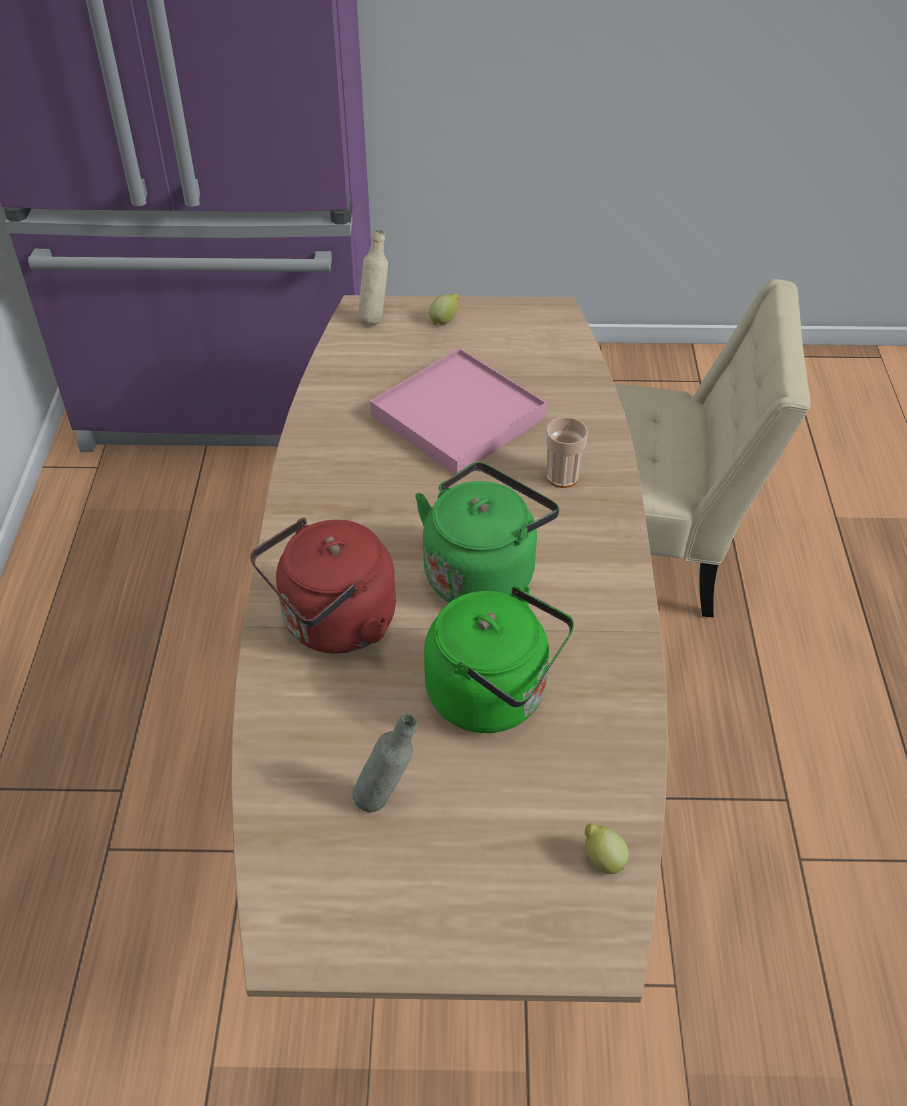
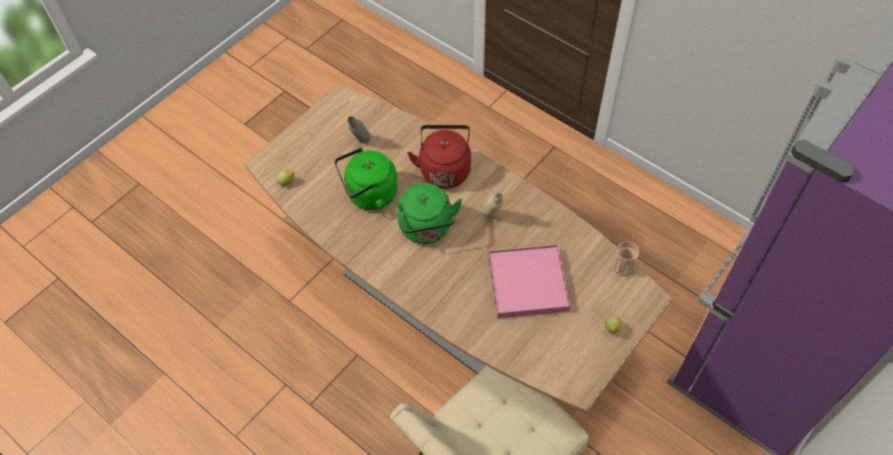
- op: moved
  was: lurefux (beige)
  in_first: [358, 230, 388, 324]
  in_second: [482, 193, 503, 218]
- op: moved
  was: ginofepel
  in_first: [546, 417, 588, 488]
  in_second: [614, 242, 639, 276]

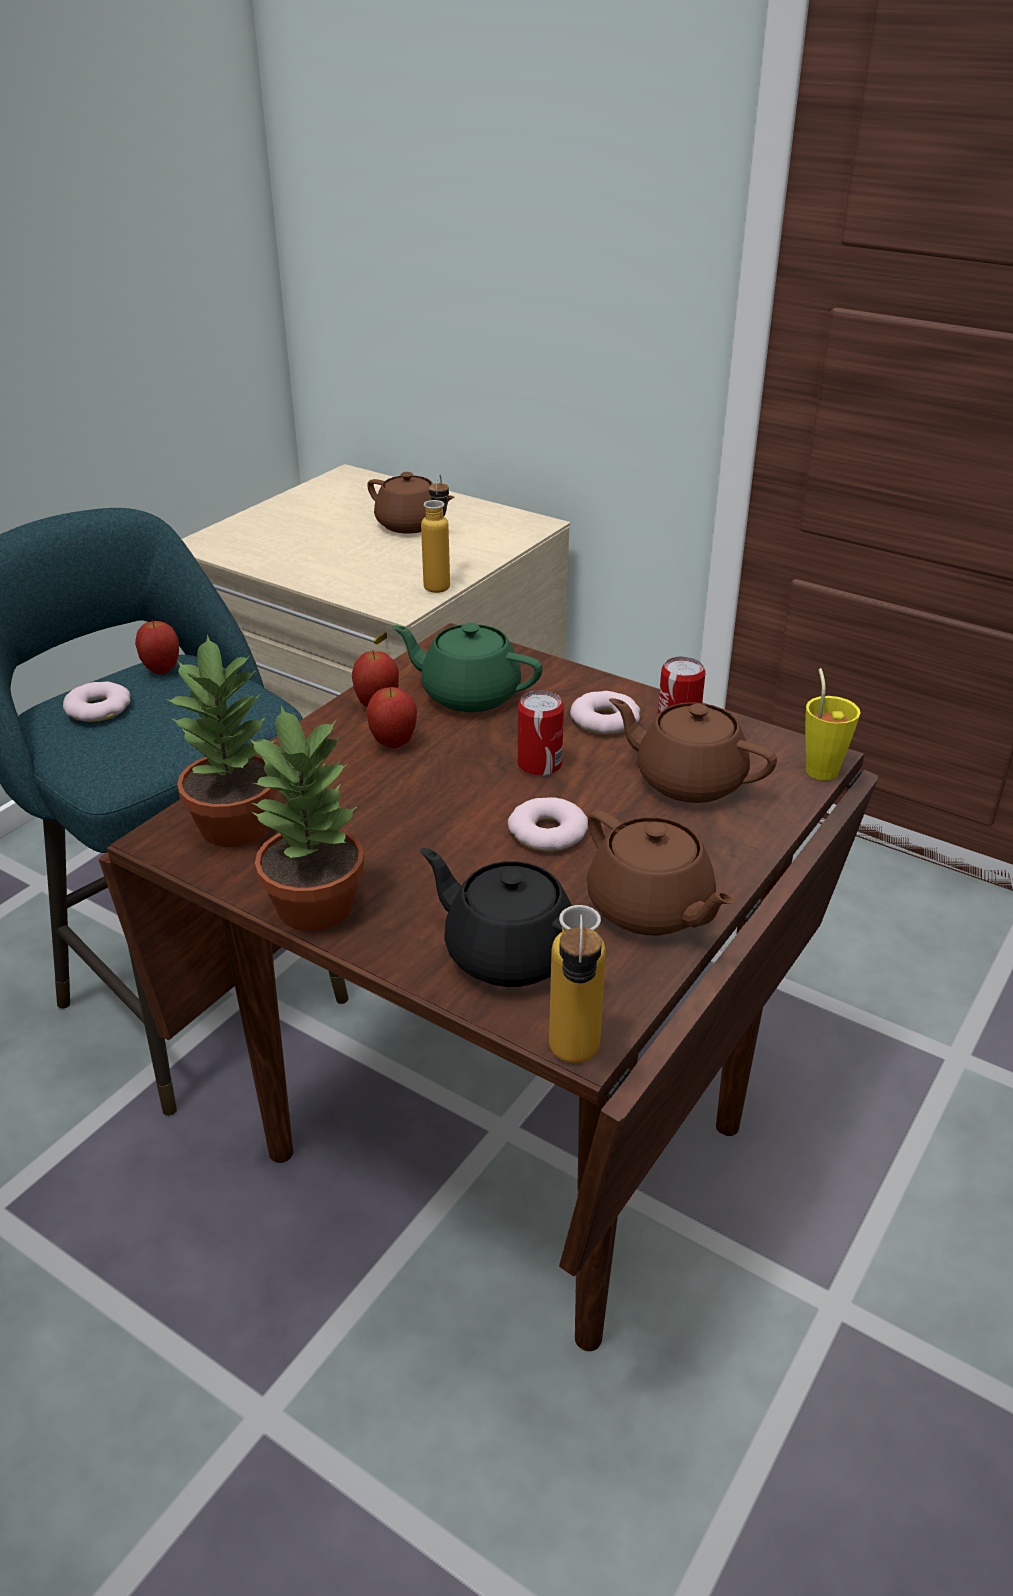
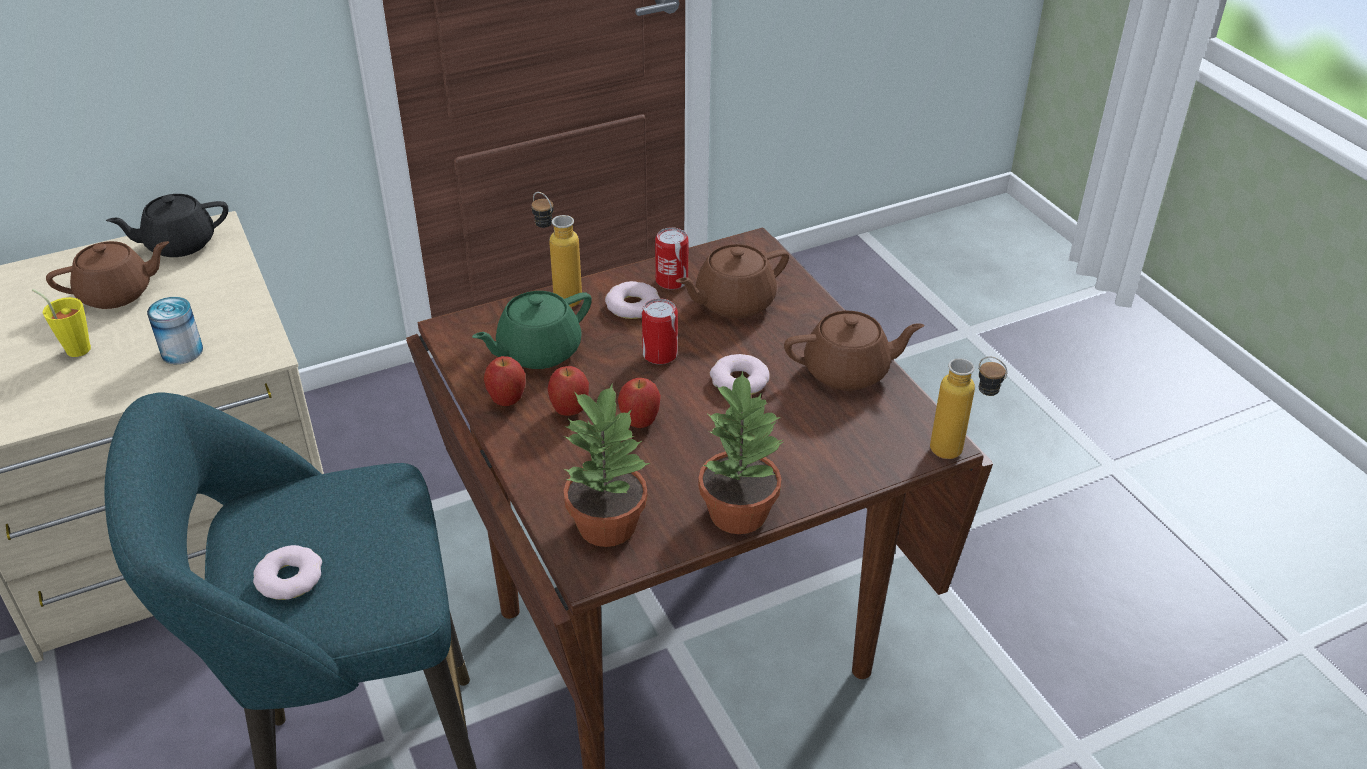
- op: moved
  was: ginofepel (yellow)
  in_first: [805, 668, 861, 781]
  in_second: [32, 289, 91, 357]
- op: moved
  was: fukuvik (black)
  in_first: [420, 848, 572, 987]
  in_second: [106, 194, 228, 257]
- op: added
  now: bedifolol
  in_second: [147, 297, 203, 364]
- op: moved
  was: lurefux
  in_first: [421, 474, 450, 593]
  in_second: [531, 192, 582, 307]
- op: moved
  was: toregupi
  in_first: [135, 620, 179, 675]
  in_second: [618, 378, 661, 428]

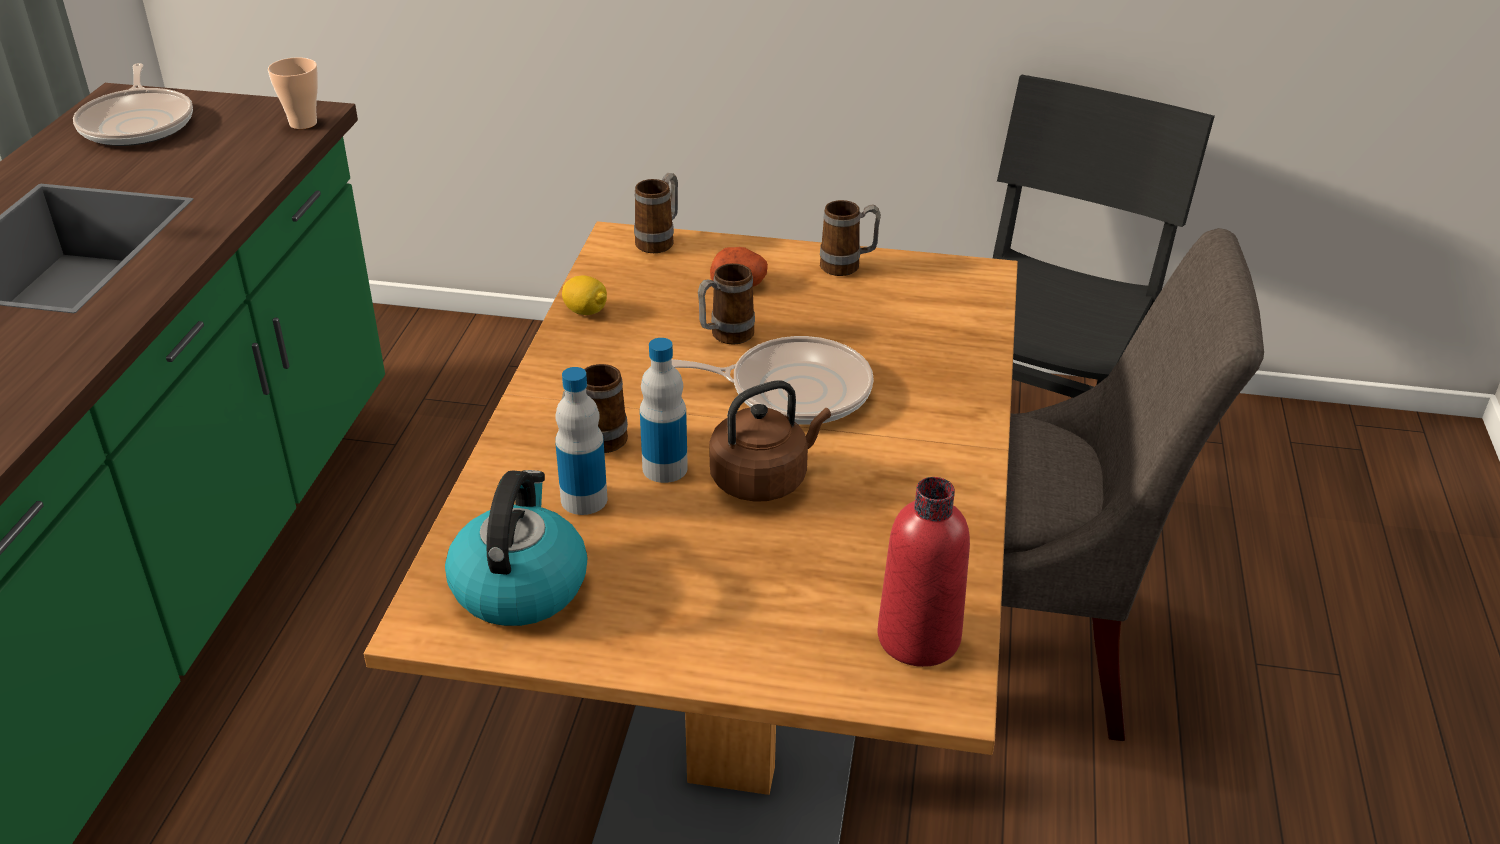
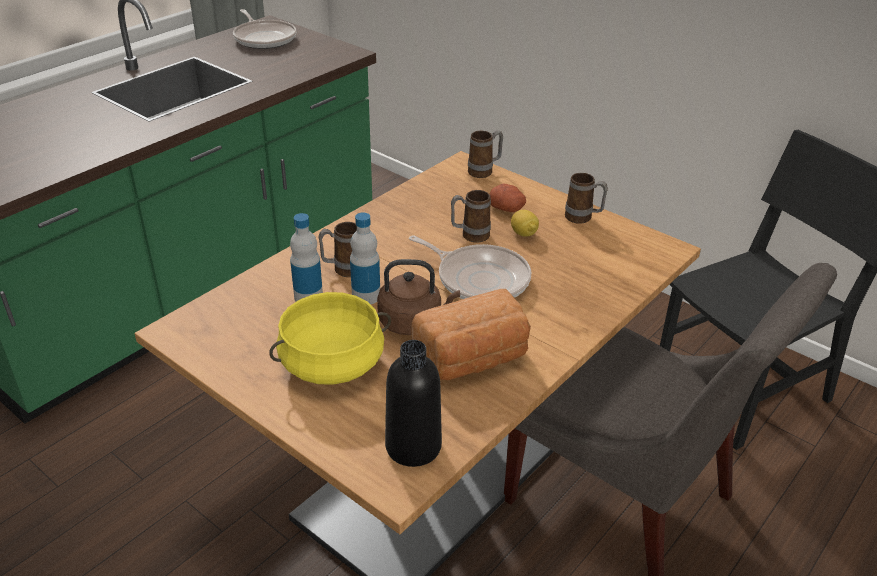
- op: turned
  was: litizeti
  in_first: [73, 63, 193, 146]
  in_second: [233, 9, 296, 49]
  clockwise: -45
- op: added
  now: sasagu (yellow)
  in_second: [269, 292, 391, 385]
- op: recoloured
  was: lurefux (red)
  now: lurefux (black)
  in_first: [877, 477, 970, 667]
  in_second: [385, 340, 442, 467]
- op: added
  now: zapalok
  in_second: [412, 289, 531, 380]
- op: moved
  was: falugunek
  in_first: [562, 275, 607, 315]
  in_second: [511, 210, 539, 237]
- op: removed
  was: ginofepel
  in_first: [268, 57, 318, 129]
- op: removed
  was: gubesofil
  in_first: [445, 470, 587, 626]

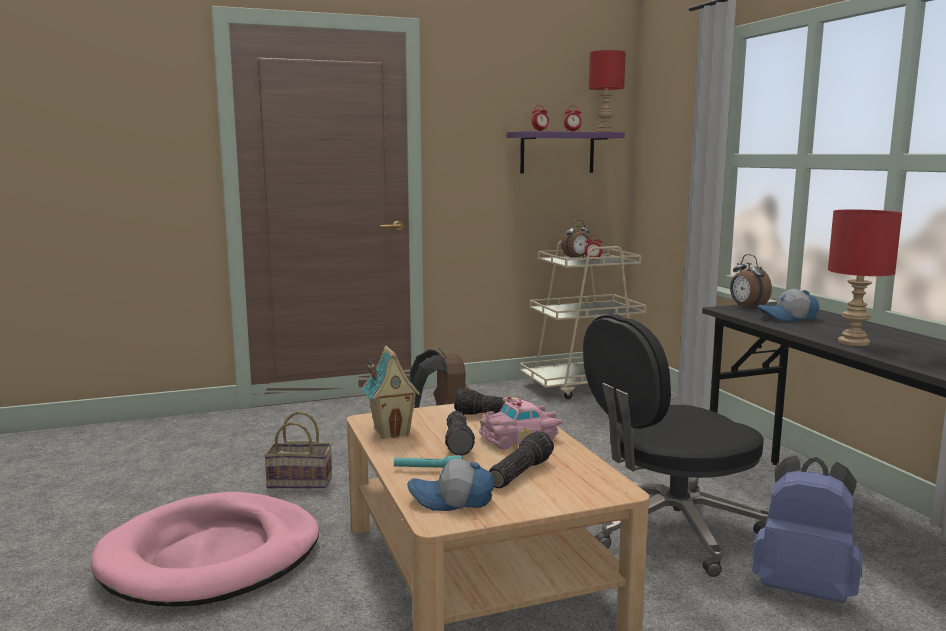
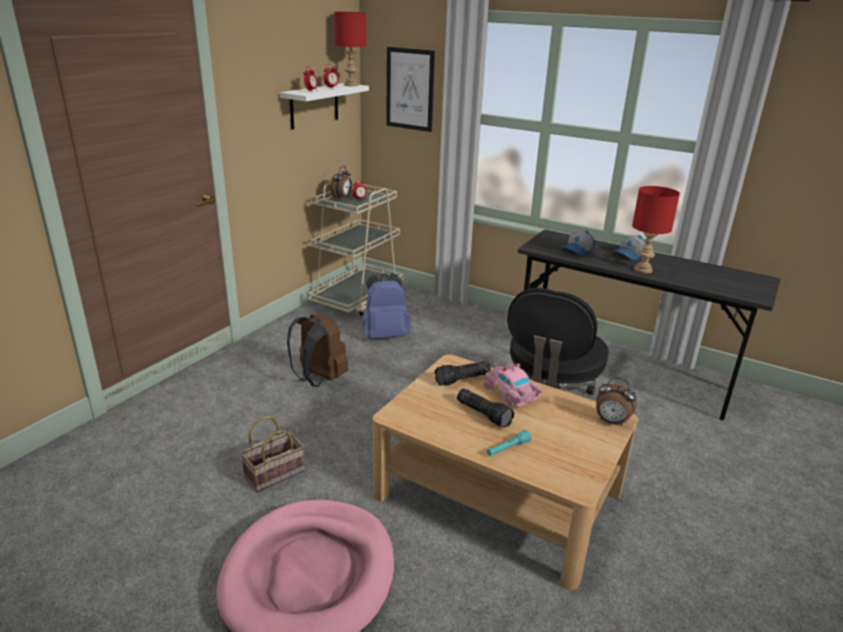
- op: recoloured
  was: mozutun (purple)
  now: mozutun (white)
  in_first: [507, 131, 625, 173]
  in_second: [280, 83, 369, 129]
- op: moved
  was: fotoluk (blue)
  in_first: [752, 455, 862, 603]
  in_second: [362, 273, 410, 339]
- op: added
  now: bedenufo
  in_second: [386, 47, 435, 132]
- op: turned
  was: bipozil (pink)
  in_first: [478, 396, 563, 449]
  in_second: [484, 362, 542, 407]
  clockwise: 120
- op: moved
  was: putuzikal
  in_first: [730, 254, 772, 310]
  in_second: [596, 378, 637, 426]
- op: moved
  was: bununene
  in_first: [407, 458, 495, 511]
  in_second: [613, 235, 646, 260]
- op: removed
  was: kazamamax
  in_first: [362, 346, 421, 439]
- op: removed
  was: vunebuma
  in_first: [489, 431, 554, 488]

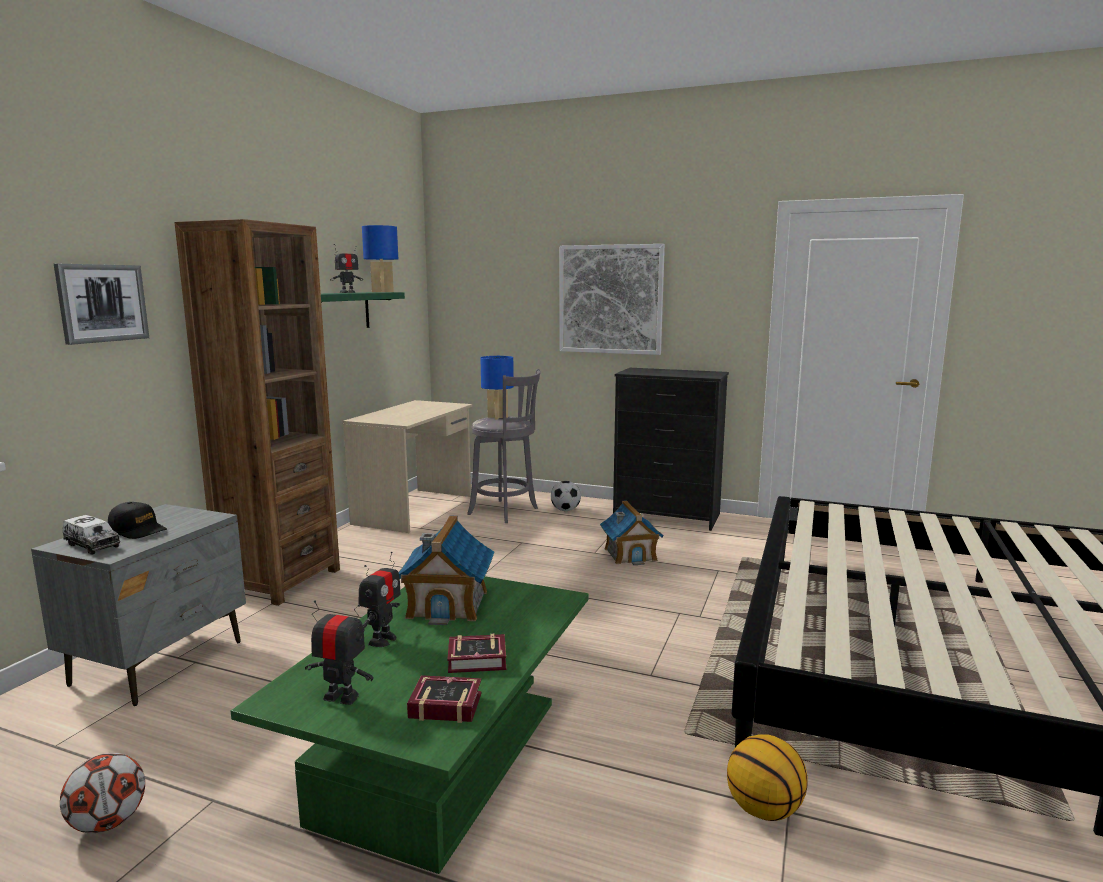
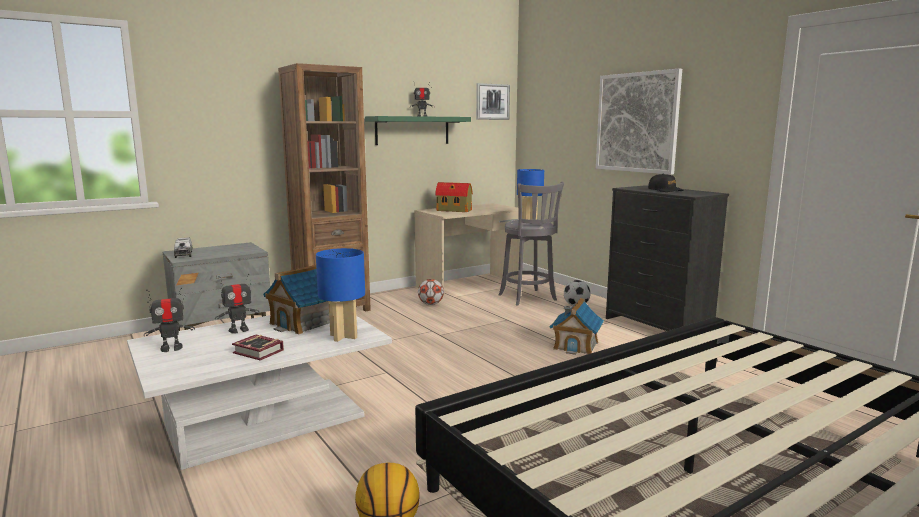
- op: recoloured
  was: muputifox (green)
  now: muputifox (white)
  in_first: [231, 576, 588, 874]
  in_second: [127, 315, 392, 470]
- op: turned
  was: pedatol
  in_first: [305, 600, 373, 705]
  in_second: [144, 288, 195, 352]
  clockwise: 105
- op: moved
  was: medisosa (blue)
  in_first: [362, 225, 398, 292]
  in_second: [316, 248, 365, 342]
- op: moved
  was: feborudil
  in_first: [60, 753, 145, 833]
  in_second: [418, 279, 444, 305]
- op: added
  now: kazamamax
  in_second: [435, 182, 473, 212]
- op: moved
  was: bedenufo
  in_first: [54, 264, 149, 345]
  in_second: [476, 83, 510, 120]
- op: moved
  was: bununene (black)
  in_first: [108, 502, 167, 539]
  in_second: [648, 174, 684, 192]
- op: removed
  was: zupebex
  in_first: [407, 675, 482, 723]

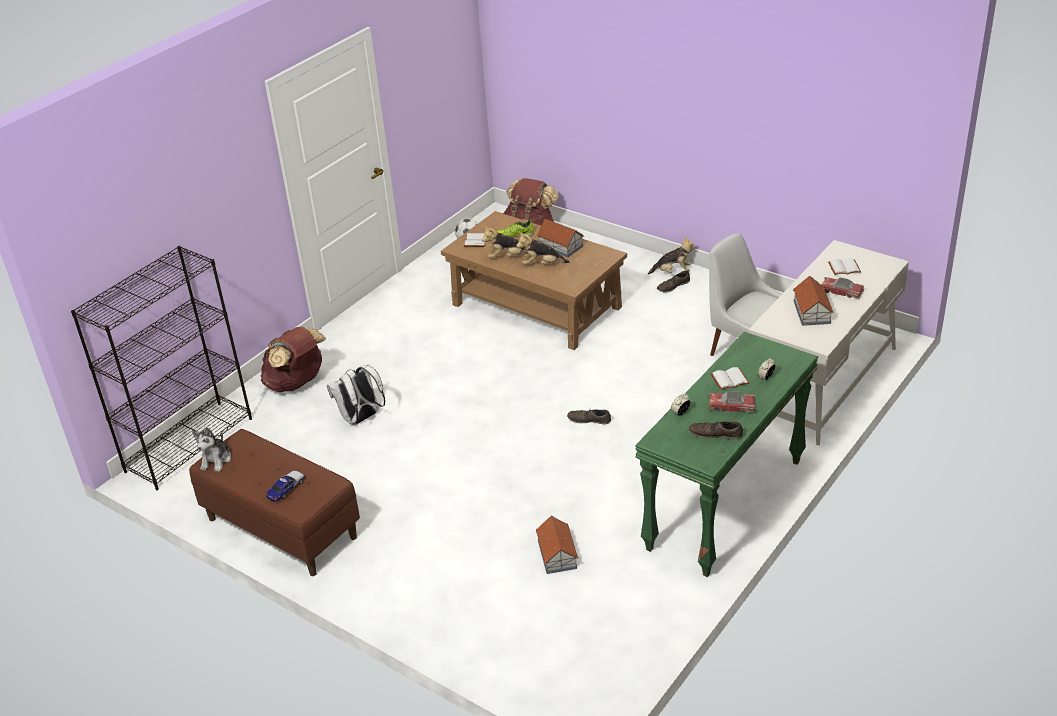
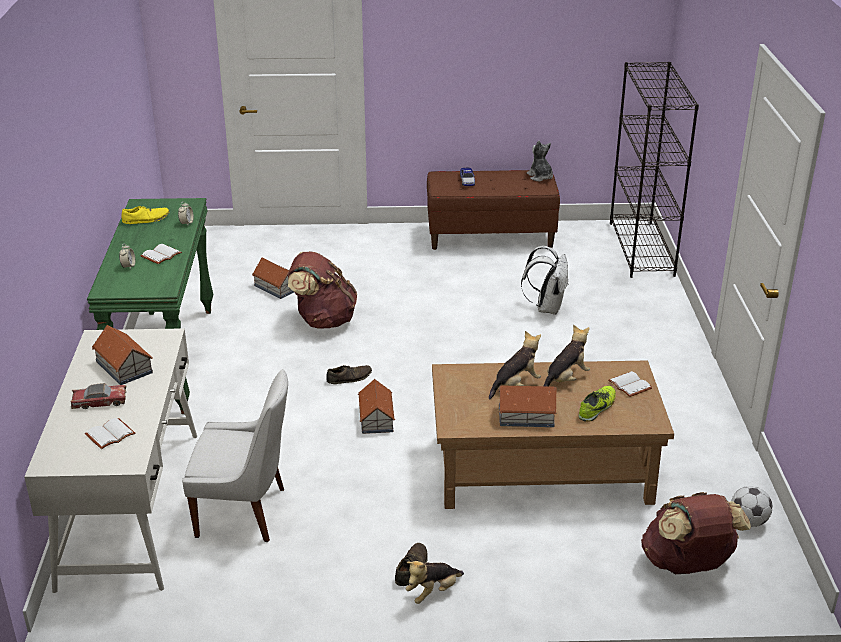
- op: recoloured
  was: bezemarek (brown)
  now: bezemarek (yellow)
  in_first: [689, 420, 743, 439]
  in_second: [122, 206, 169, 224]
- op: moved
  was: fotoluk (brown)
  in_first: [261, 327, 326, 392]
  in_second: [287, 251, 357, 329]
- op: added
  now: kazamamax
  in_second: [358, 379, 395, 434]
- op: removed
  was: bipozil
  in_first: [708, 391, 756, 413]

